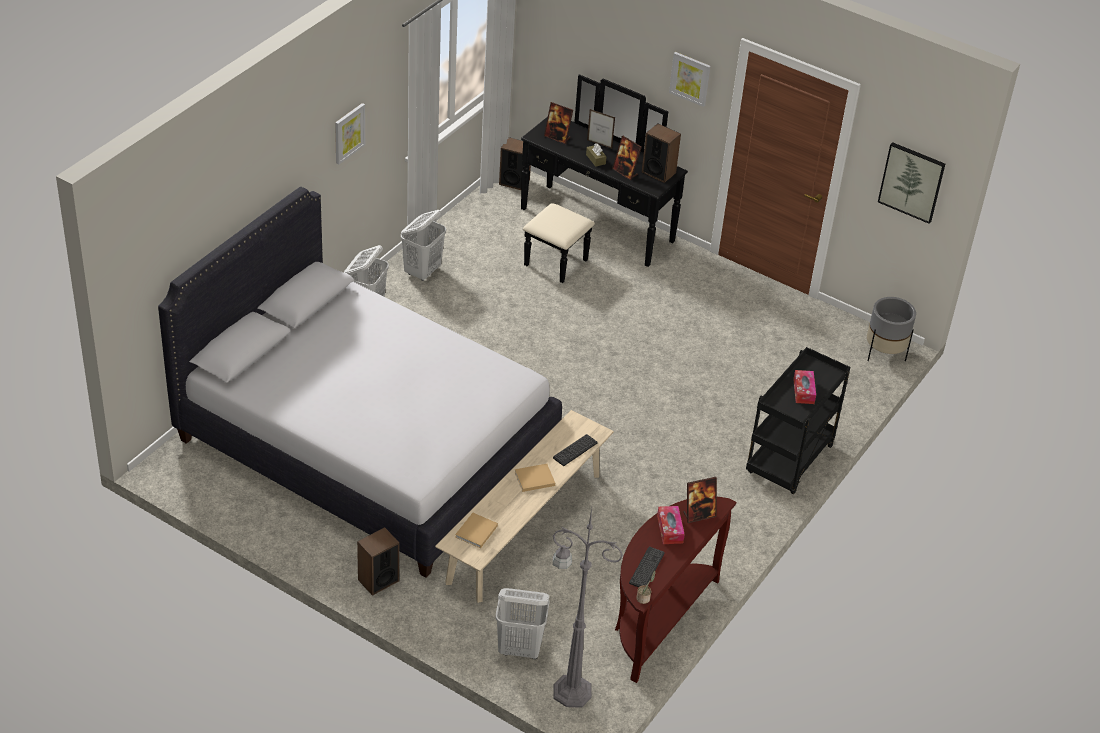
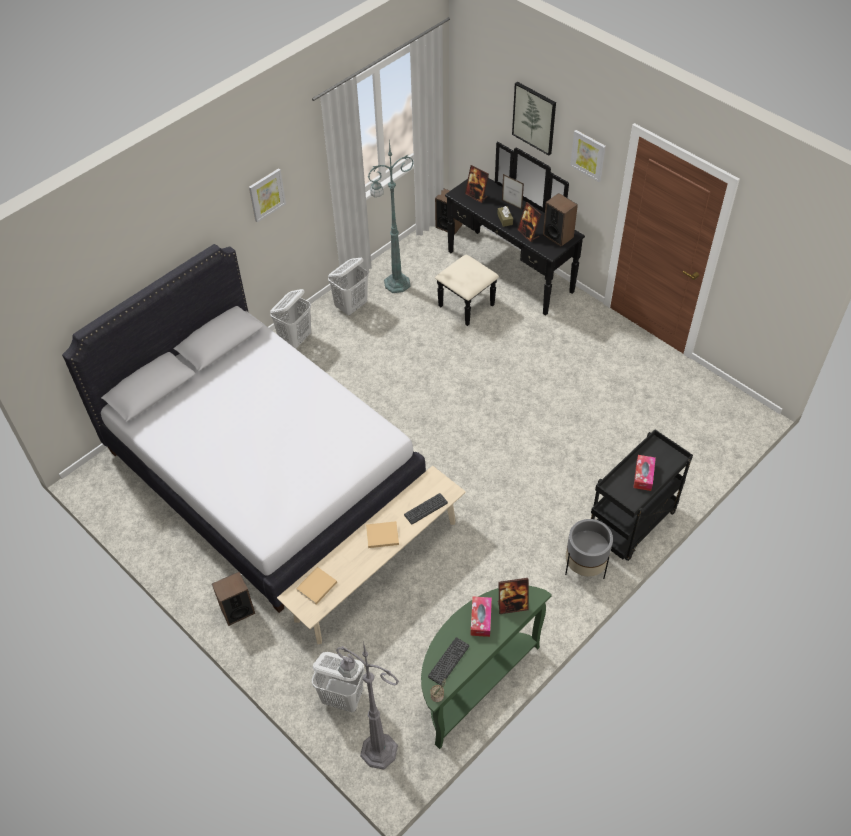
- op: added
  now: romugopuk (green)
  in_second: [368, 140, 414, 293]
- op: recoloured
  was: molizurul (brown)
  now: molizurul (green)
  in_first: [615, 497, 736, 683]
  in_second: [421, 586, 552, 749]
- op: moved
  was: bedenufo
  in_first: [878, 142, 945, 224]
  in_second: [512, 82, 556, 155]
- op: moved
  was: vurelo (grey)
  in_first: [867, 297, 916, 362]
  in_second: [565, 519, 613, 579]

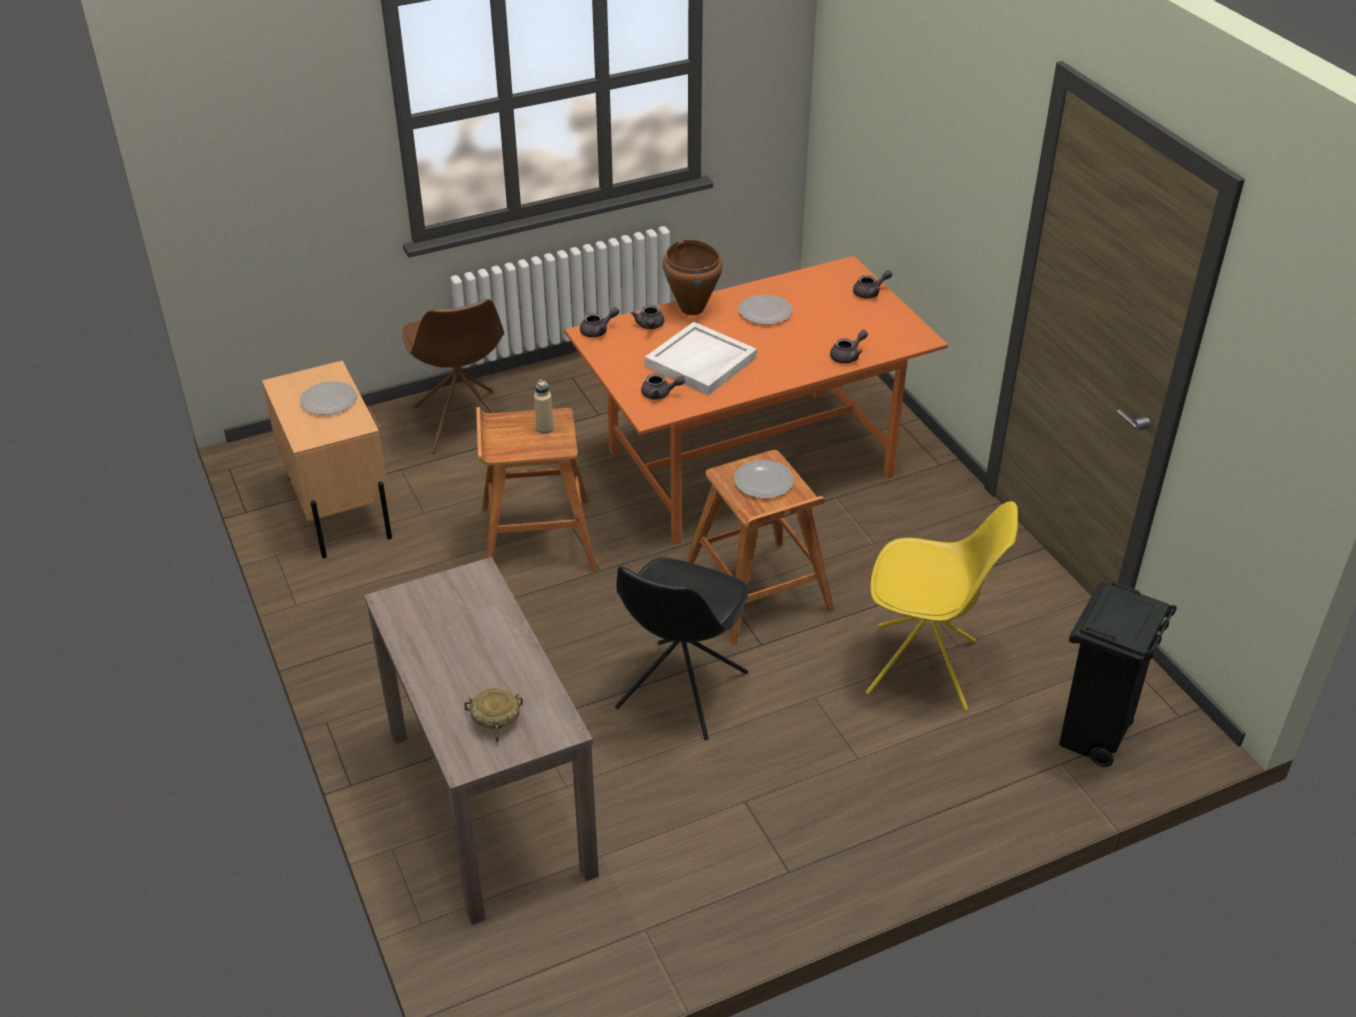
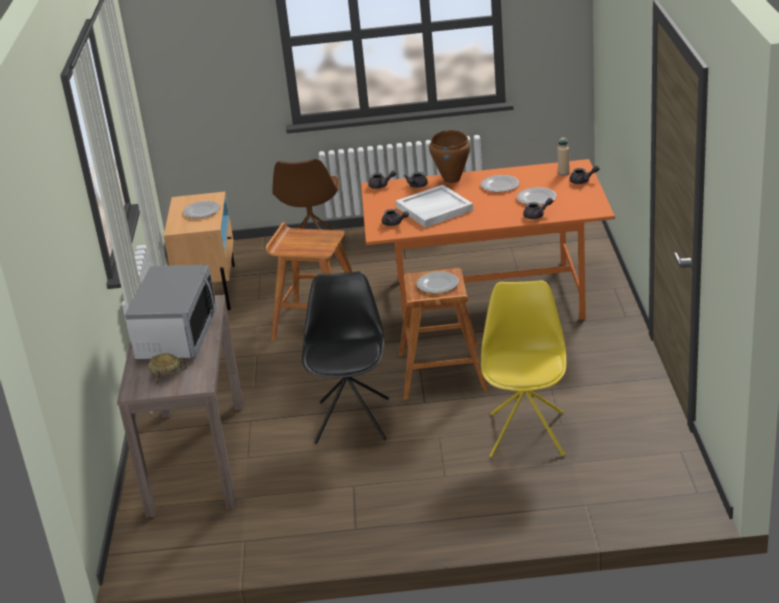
- op: added
  now: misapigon
  in_second: [125, 265, 217, 359]
- op: turned
  was: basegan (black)
  in_first: [615, 558, 748, 740]
  in_second: [302, 271, 389, 444]
  clockwise: 135
- op: turned
  was: basegan (yellow)
  in_first: [866, 501, 1018, 711]
  in_second: [481, 280, 566, 458]
  clockwise: -120
- op: added
  now: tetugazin
  in_second: [517, 187, 557, 205]
- op: moved
  was: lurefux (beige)
  in_first: [534, 379, 553, 434]
  in_second: [557, 137, 570, 175]
- op: removed
  was: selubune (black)
  in_first: [1059, 581, 1177, 767]

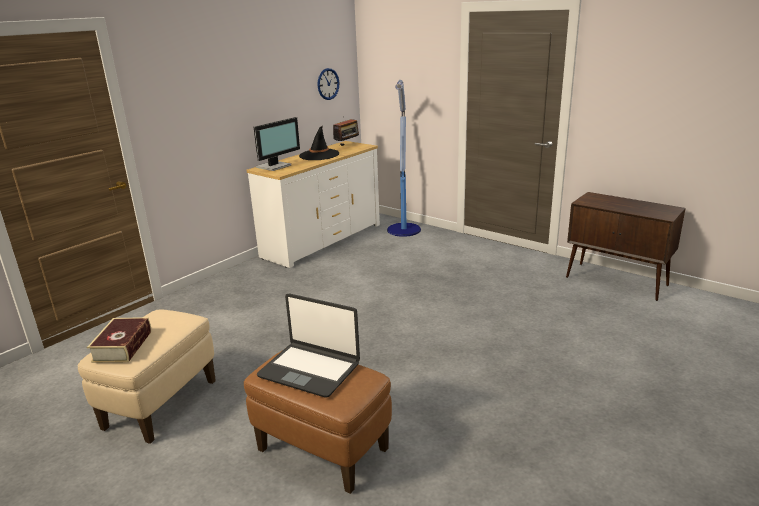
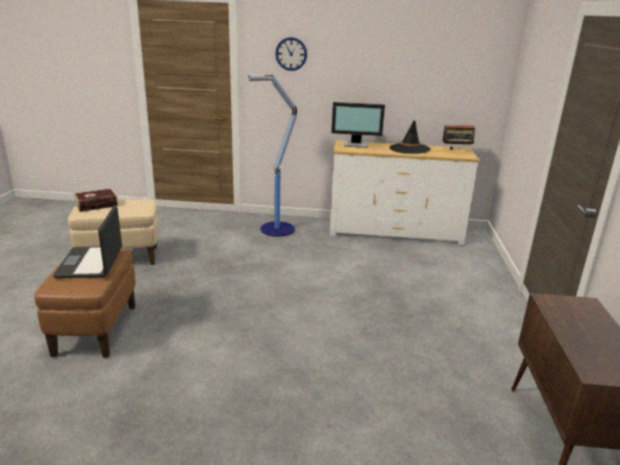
- op: moved
  was: romugopuk
  in_first: [387, 80, 421, 237]
  in_second: [248, 74, 297, 237]
- op: moved
  was: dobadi
  in_first: [318, 68, 339, 100]
  in_second: [275, 37, 307, 71]

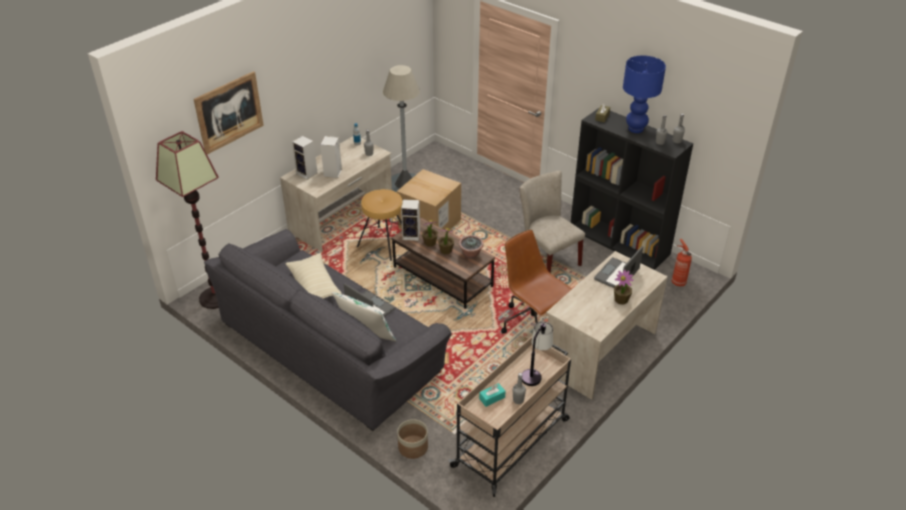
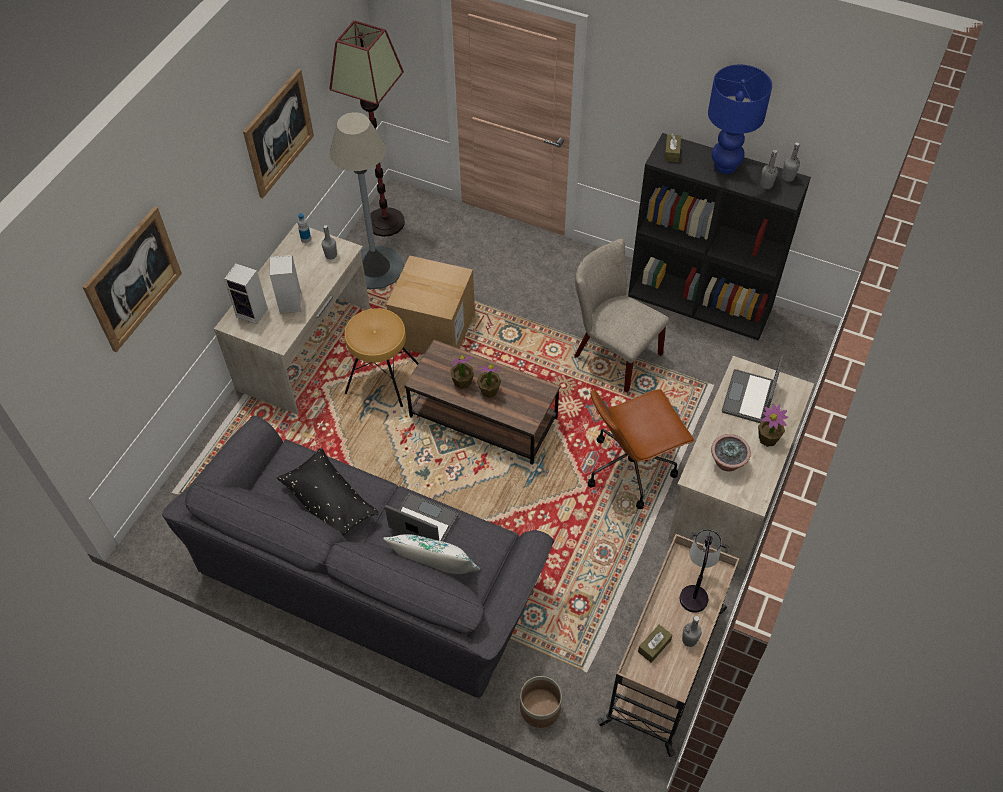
- op: added
  now: bedenufo
  in_second: [243, 69, 314, 198]
- op: recoloured
  was: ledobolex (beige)
  now: ledobolex (black)
  in_first: [285, 253, 342, 299]
  in_second: [277, 448, 379, 535]
- op: moved
  was: romugopuk
  in_first: [156, 131, 219, 309]
  in_second: [329, 20, 405, 237]
- op: turned
  was: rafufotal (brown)
  in_first: [501, 230, 572, 334]
  in_second: [588, 389, 695, 509]
  clockwise: -60
- op: recoloured
  was: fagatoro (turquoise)
  now: fagatoro (brown)
  in_first: [479, 383, 506, 407]
  in_second: [638, 625, 672, 663]
- op: moved
  was: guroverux
  in_first: [459, 235, 483, 259]
  in_second: [711, 434, 751, 471]
- op: removed
  was: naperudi
  in_first: [401, 199, 420, 241]
- op: removed
  was: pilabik
  in_first: [672, 239, 692, 286]

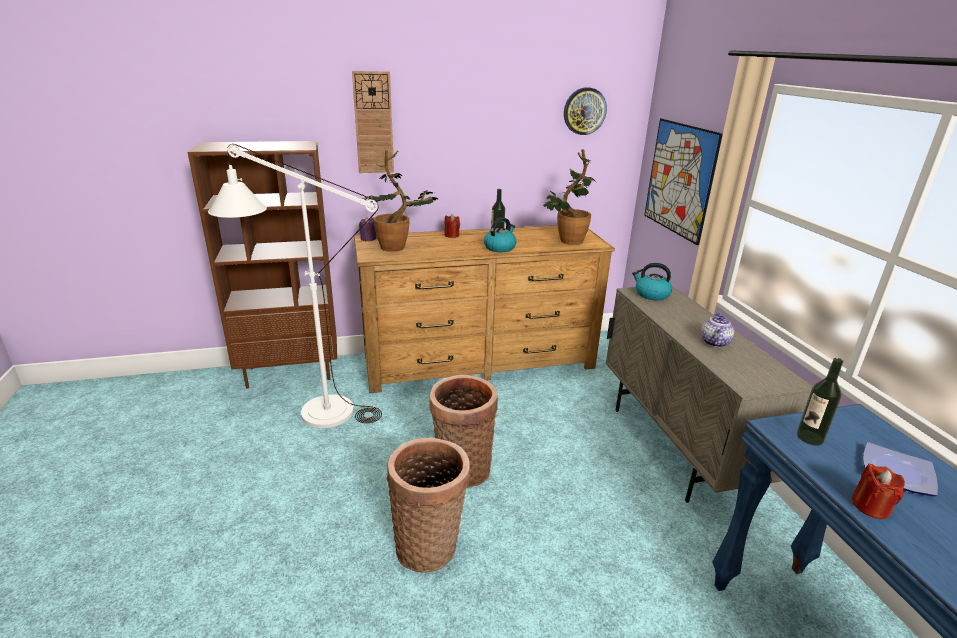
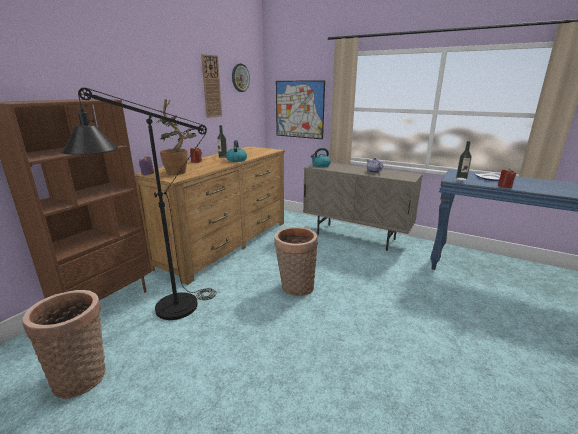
- op: moved
  was: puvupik
  in_first: [386, 438, 470, 573]
  in_second: [23, 290, 106, 399]
- op: recoloured
  was: romugopuk (white)
  now: romugopuk (black)
  in_first: [208, 144, 382, 428]
  in_second: [61, 87, 216, 320]
- op: moved
  was: dobadi
  in_first: [352, 71, 394, 173]
  in_second: [201, 54, 222, 118]
- op: removed
  was: guroverux
  in_first: [543, 149, 596, 245]

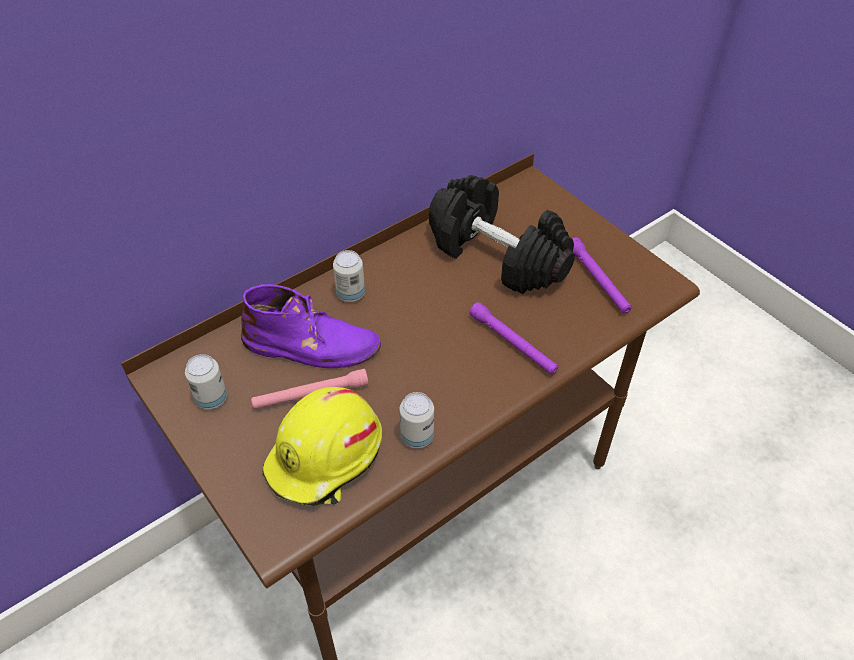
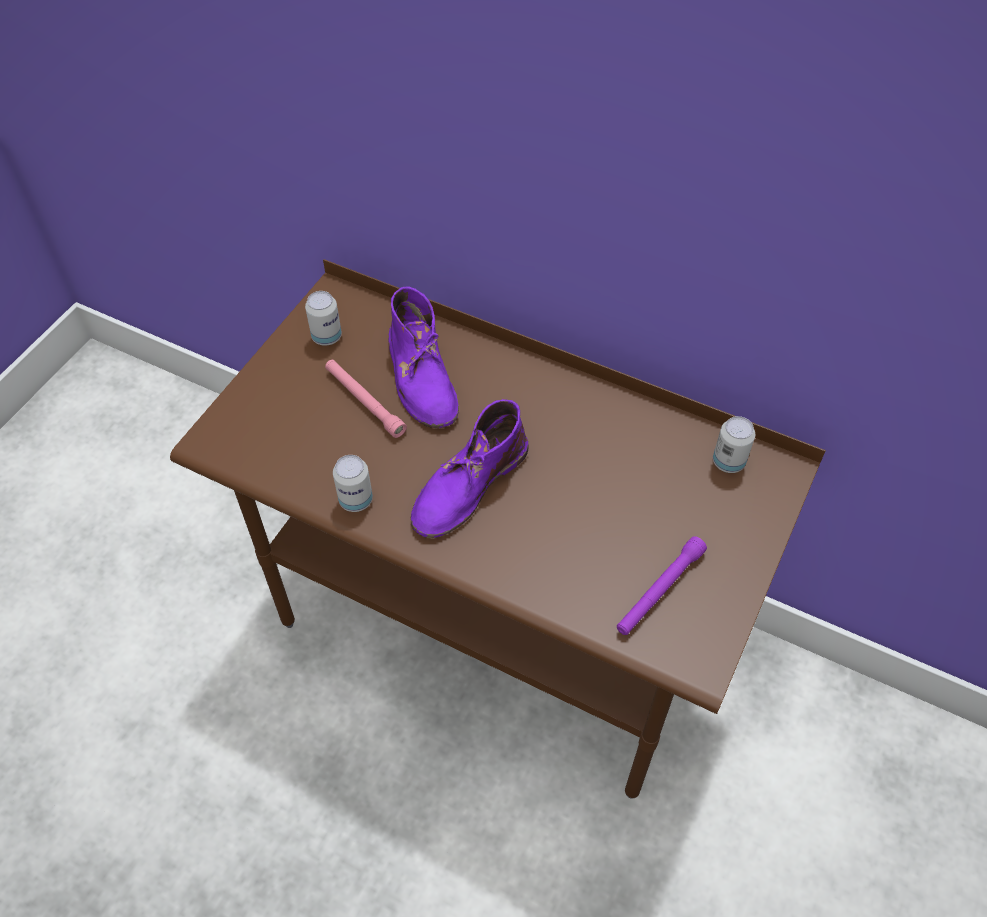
- op: added
  now: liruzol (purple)
  in_second: [411, 399, 528, 538]
- op: moved
  was: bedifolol
  in_first: [333, 250, 365, 302]
  in_second: [713, 416, 755, 473]
- op: removed
  was: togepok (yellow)
  in_first: [262, 387, 382, 506]
- op: removed
  was: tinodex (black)
  in_first: [429, 175, 575, 294]
- op: removed
  was: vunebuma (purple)
  in_first: [469, 302, 558, 375]

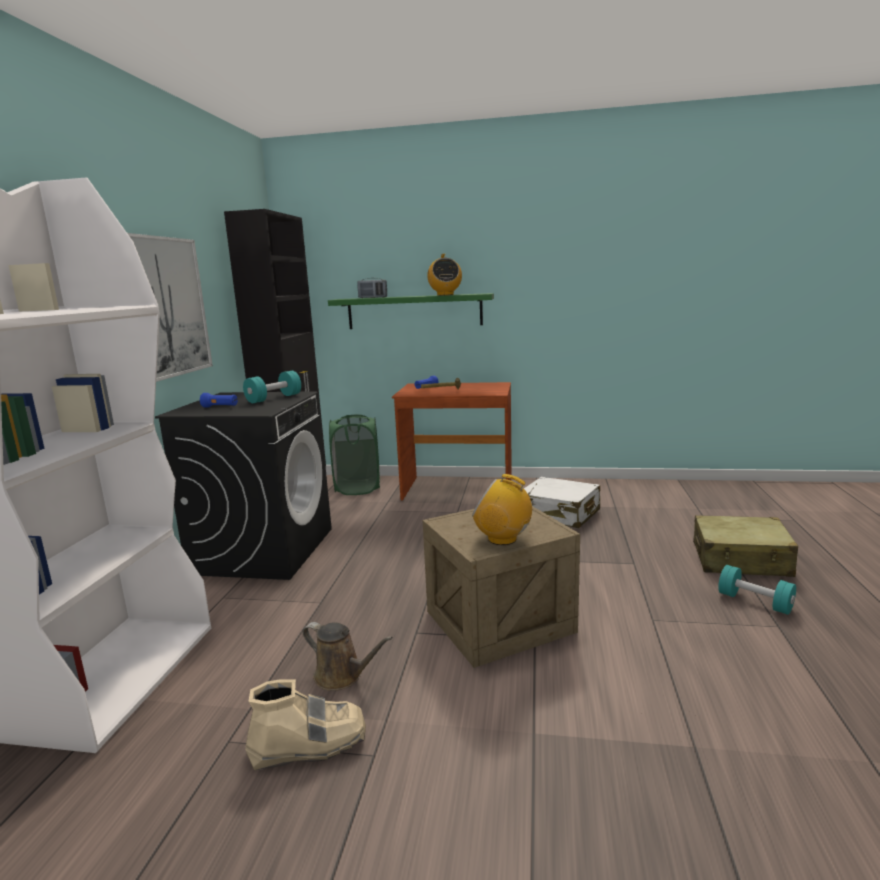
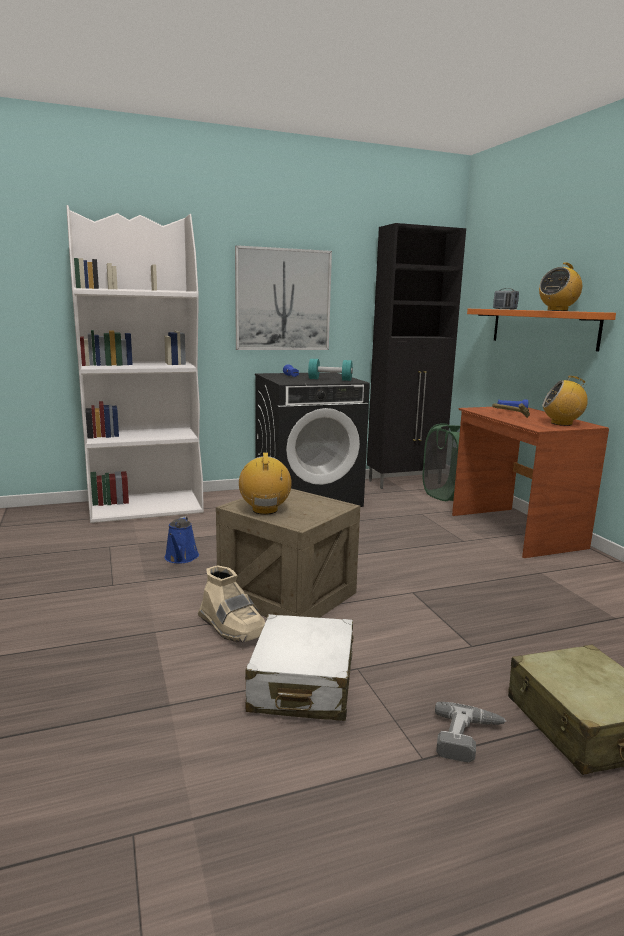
- op: recoloured
  was: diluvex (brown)
  now: diluvex (blue)
  in_first: [303, 622, 393, 691]
  in_second: [164, 516, 199, 564]
- op: moved
  was: liruzol (beige)
  in_first: [245, 679, 366, 770]
  in_second: [198, 565, 265, 642]
- op: moved
  was: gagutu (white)
  in_first: [524, 477, 600, 528]
  in_second: [245, 614, 354, 721]
- op: replaced
  was: tinodex (turquoise)
  now: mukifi
  in_first: [718, 565, 796, 615]
  in_second: [435, 702, 506, 762]
- op: recoloured
  was: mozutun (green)
  now: mozutun (orange)
  in_first: [328, 293, 494, 329]
  in_second: [467, 309, 616, 352]
- op: added
  now: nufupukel
  in_second: [542, 376, 588, 426]

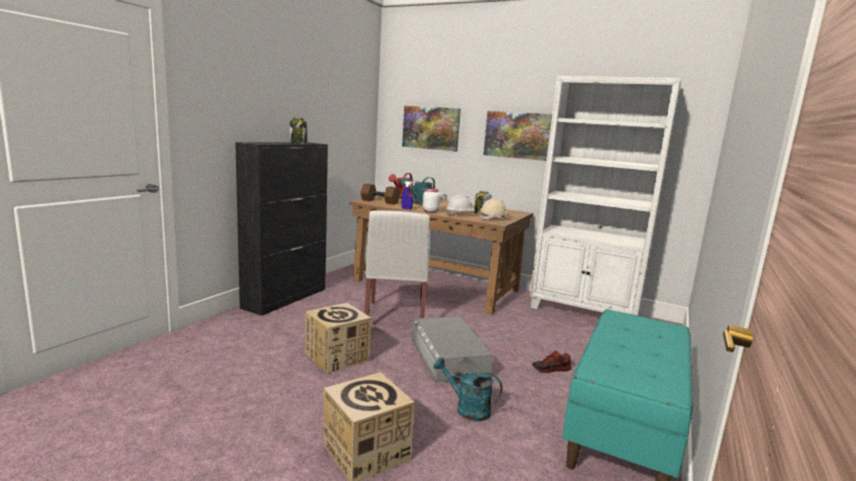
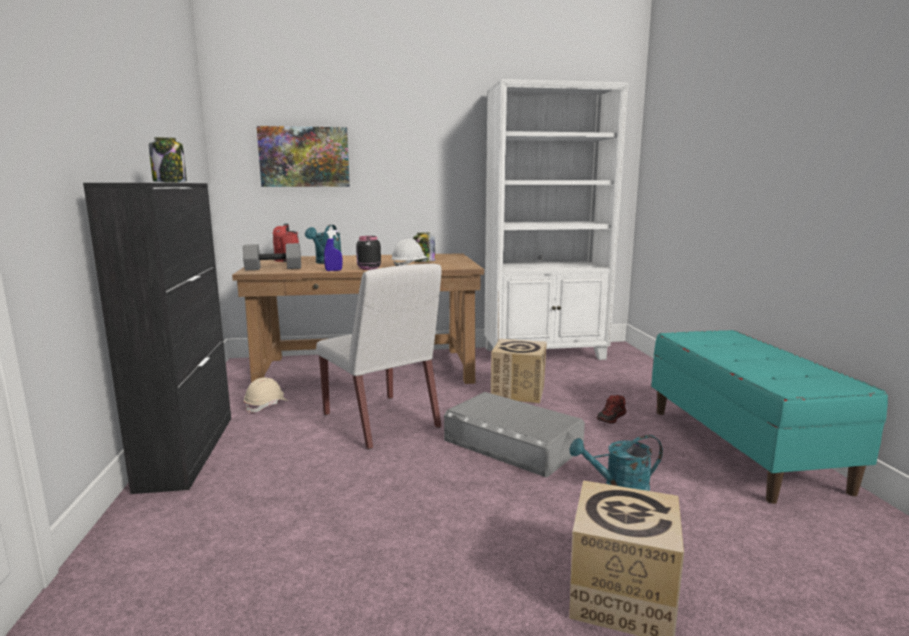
- op: recoloured
  was: tinodex (brown)
  now: tinodex (grey)
  in_first: [361, 184, 400, 204]
  in_second: [243, 243, 301, 270]
- op: moved
  was: togepok (beige)
  in_first: [480, 198, 510, 220]
  in_second: [244, 377, 288, 414]
- op: recoloured
  was: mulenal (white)
  now: mulenal (black)
  in_first: [423, 188, 440, 213]
  in_second: [356, 236, 381, 270]
- op: moved
  was: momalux
  in_first: [305, 303, 372, 374]
  in_second: [491, 339, 547, 403]
- op: removed
  was: bedenufo
  in_first: [484, 111, 552, 161]

